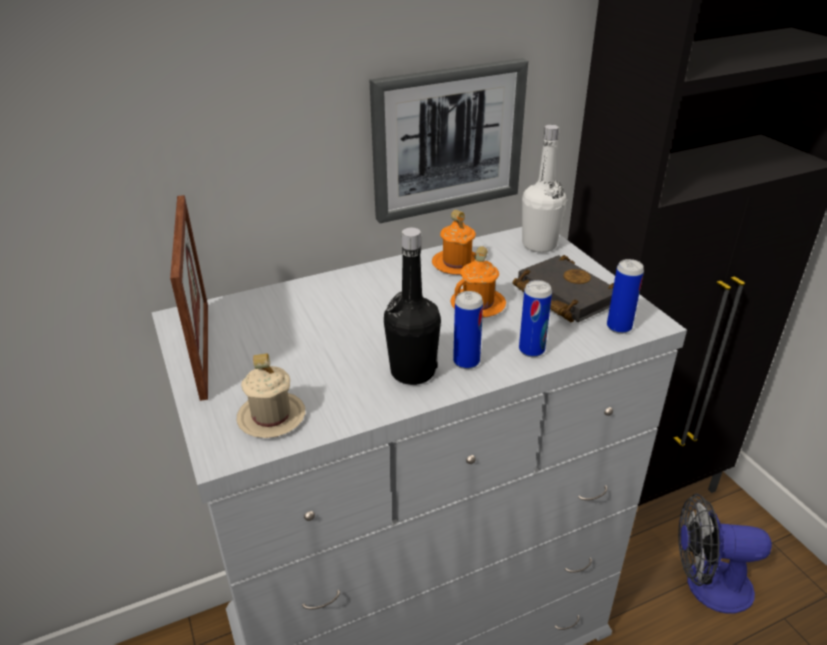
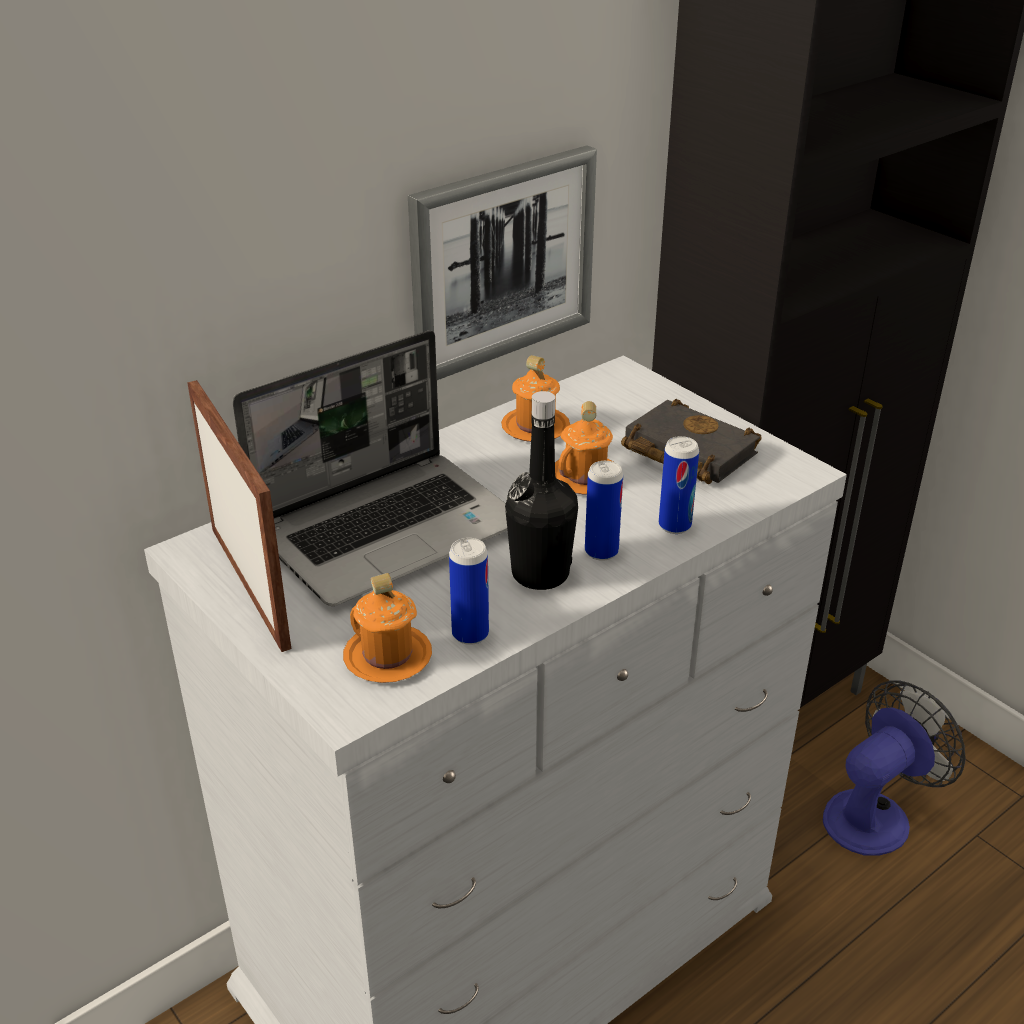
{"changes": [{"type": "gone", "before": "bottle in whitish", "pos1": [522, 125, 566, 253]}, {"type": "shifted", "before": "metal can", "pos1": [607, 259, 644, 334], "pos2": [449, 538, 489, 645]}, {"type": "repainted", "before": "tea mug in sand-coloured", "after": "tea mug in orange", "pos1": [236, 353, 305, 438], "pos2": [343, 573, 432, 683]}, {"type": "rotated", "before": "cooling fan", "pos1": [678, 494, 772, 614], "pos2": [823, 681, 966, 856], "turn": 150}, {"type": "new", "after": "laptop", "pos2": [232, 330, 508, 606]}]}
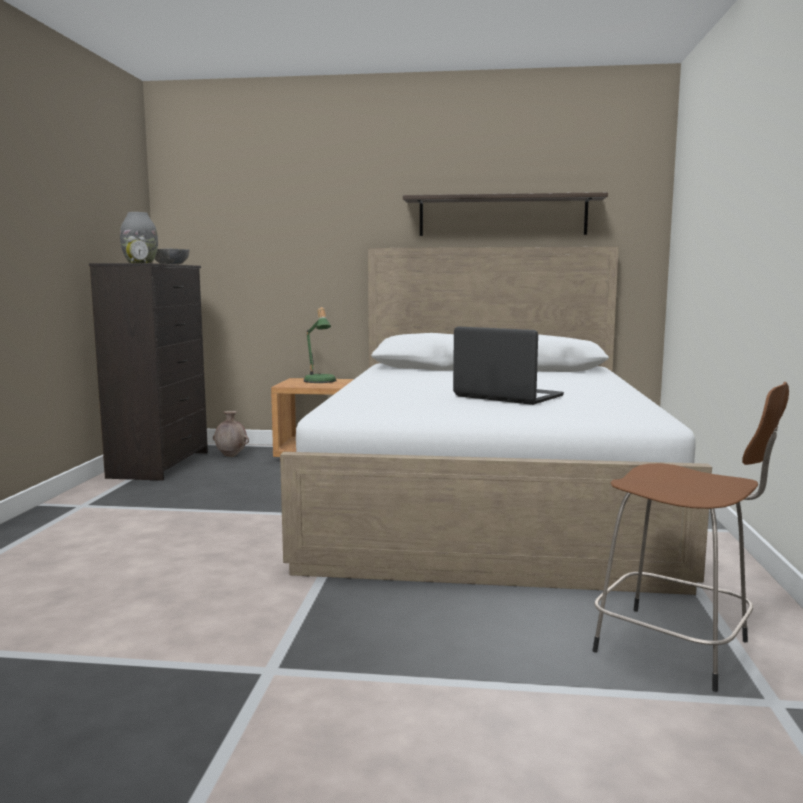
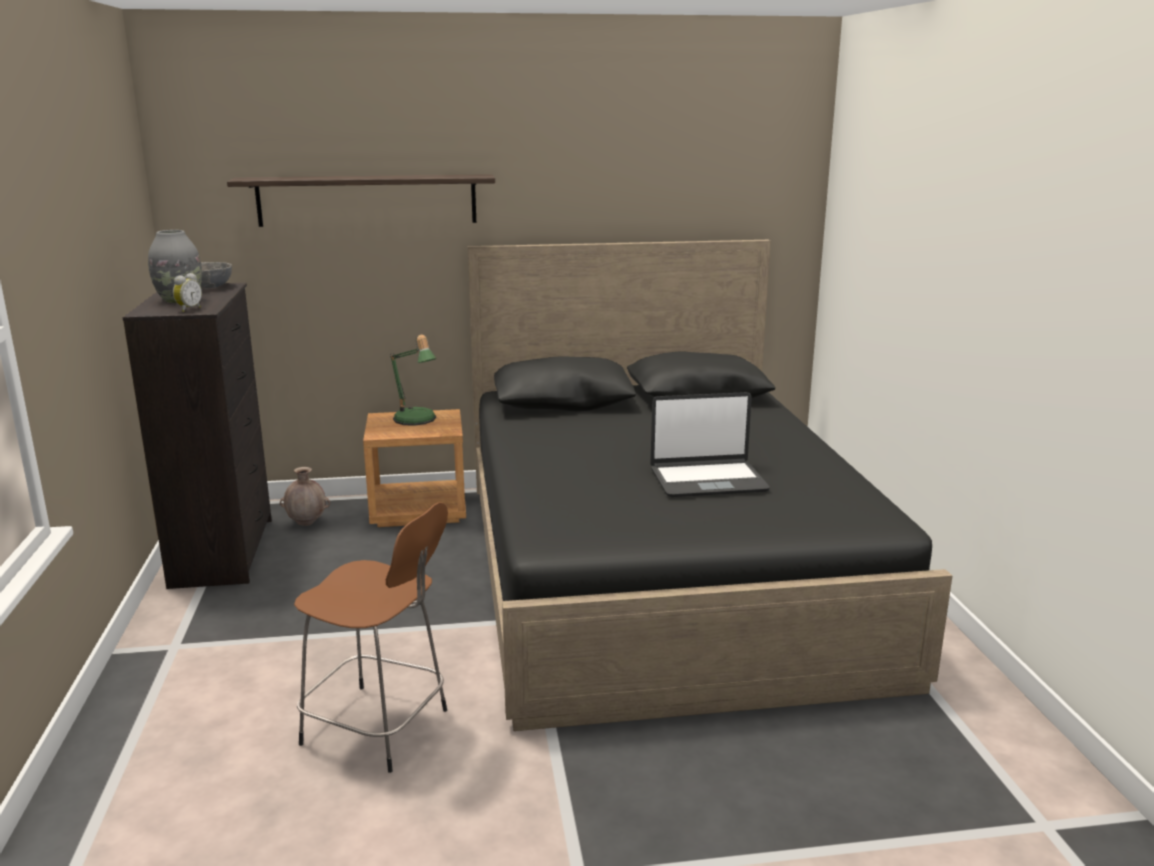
{"changes": [{"type": "shifted", "before": "bracket shelf", "pos1": [403, 192, 608, 236], "pos2": [227, 174, 495, 227]}, {"type": "repainted", "before": "sleeping bed in whitish", "after": "sleeping bed in blackish", "pos1": [280, 247, 712, 595], "pos2": [468, 240, 952, 731]}, {"type": "rotated", "before": "laptop", "pos1": [453, 326, 564, 405], "pos2": [650, 392, 770, 497], "turn": 150}, {"type": "shifted", "before": "sitting stool in brown-coloured", "pos1": [593, 382, 789, 692], "pos2": [294, 502, 448, 773]}]}
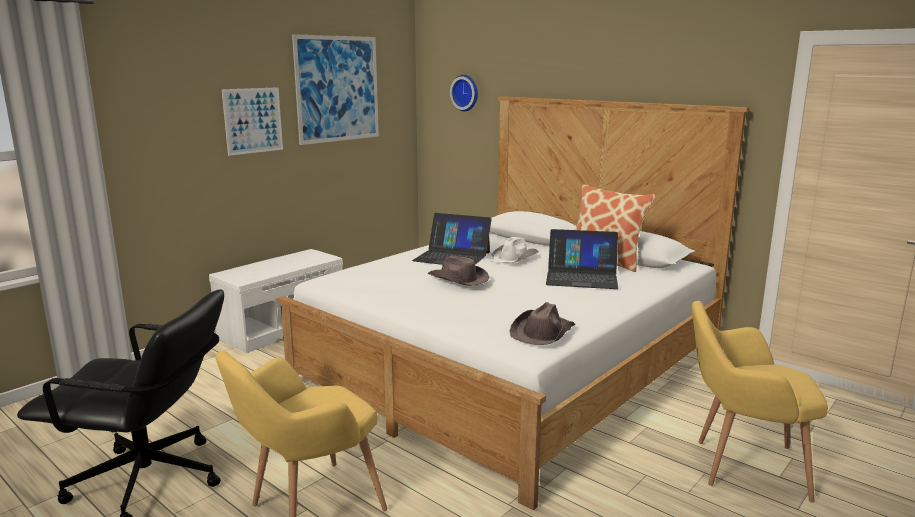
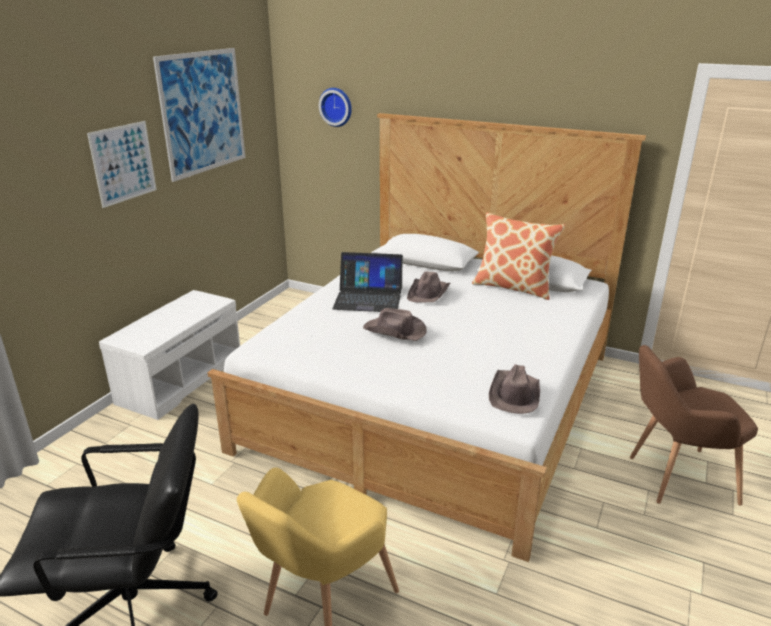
{"changes": [{"type": "gone", "before": "laptop", "pos1": [546, 229, 618, 289]}, {"type": "repainted", "before": "clothing hat in whitish", "after": "clothing hat in brown-coloured", "pos1": [489, 237, 539, 263], "pos2": [407, 272, 450, 303]}, {"type": "repainted", "before": "lounge chair in yellowish", "after": "lounge chair in brown-coloured", "pos1": [692, 301, 828, 503], "pos2": [630, 345, 758, 506]}]}
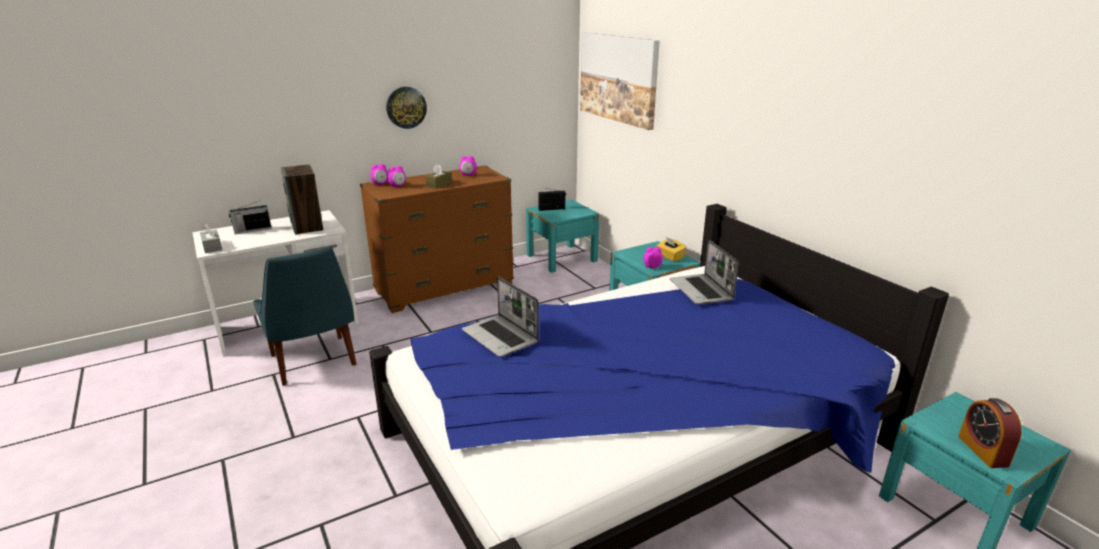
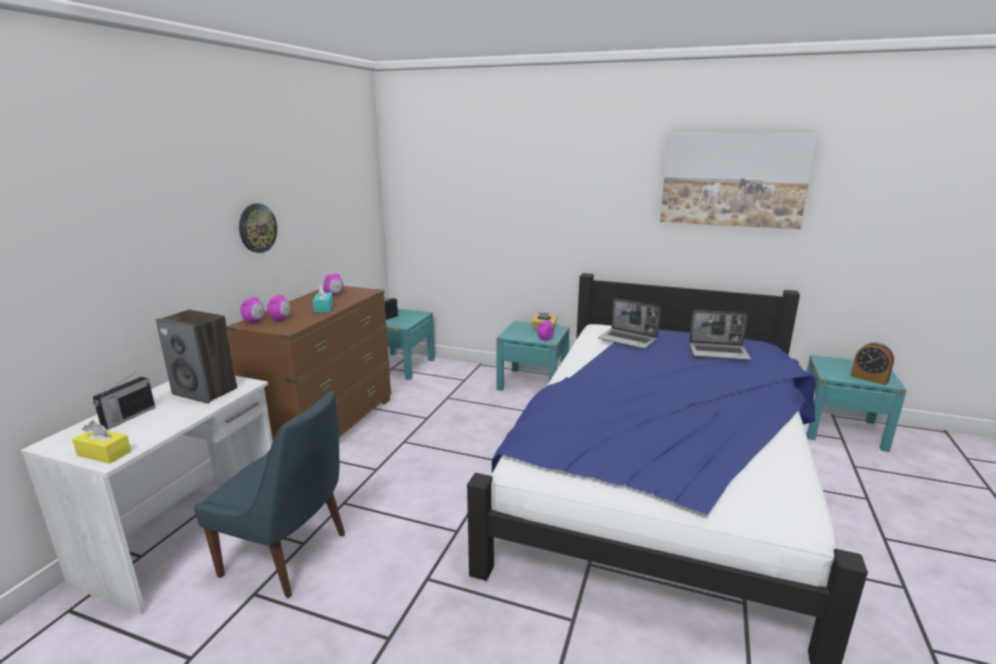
{"changes": [{"type": "shifted", "before": "wall art", "pos1": [580, 33, 660, 130], "pos2": [660, 133, 818, 229]}, {"type": "repainted", "before": "tissue box in brown-coloured", "after": "tissue box in blue-green", "pos1": [425, 164, 452, 189], "pos2": [313, 285, 333, 313]}, {"type": "repainted", "before": "tissue box in gray", "after": "tissue box in yellowish", "pos1": [200, 224, 222, 253], "pos2": [72, 421, 131, 464]}, {"type": "shifted", "before": "laptop", "pos1": [462, 277, 539, 357], "pos2": [689, 310, 751, 360]}]}
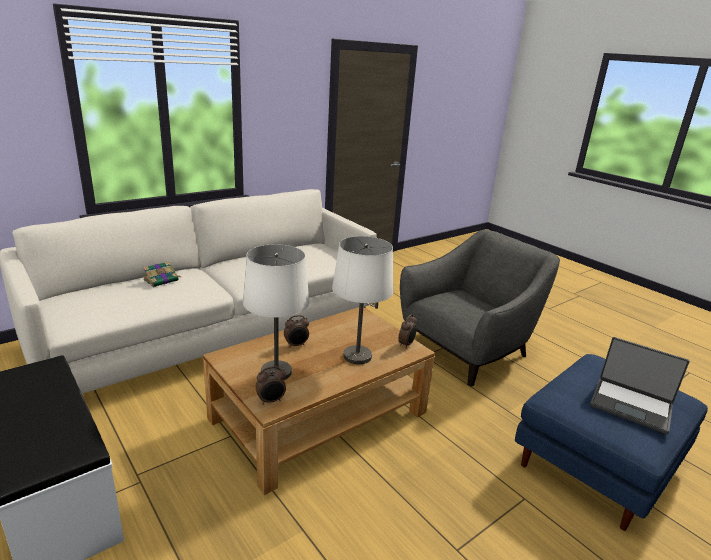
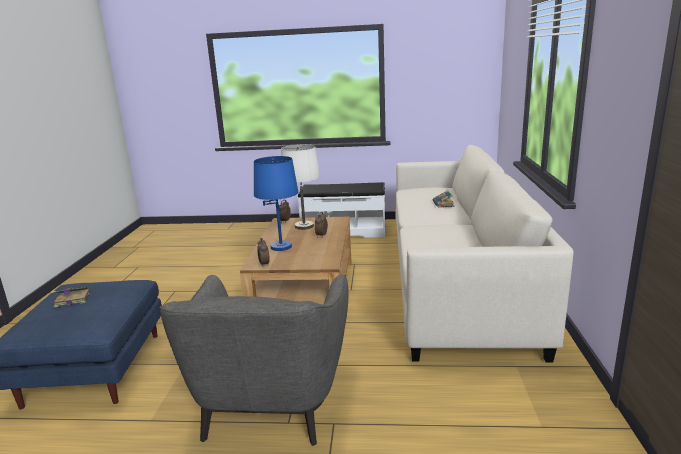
{"changes": [{"type": "repainted", "before": "tabletop lamp in whitish", "after": "tabletop lamp in blue", "pos1": [332, 236, 393, 364], "pos2": [254, 156, 298, 251]}, {"type": "swapped", "before": "laptop", "after": "volume", "pos1": [590, 337, 689, 434], "pos2": [51, 287, 90, 307]}]}
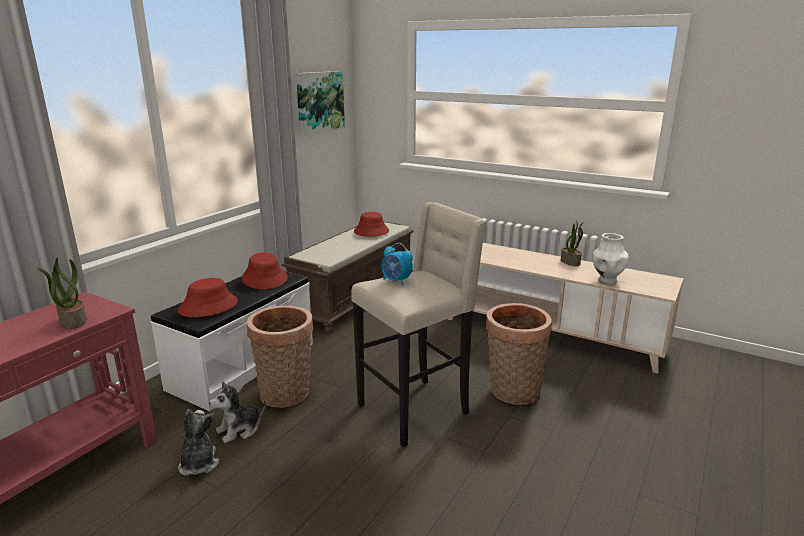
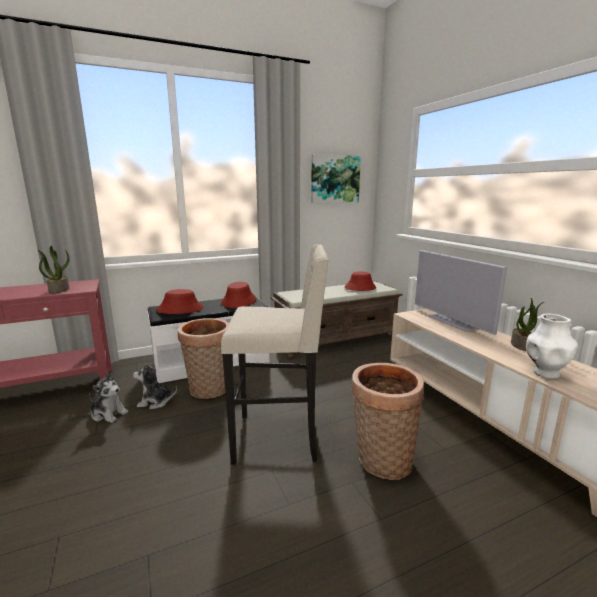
{"changes": [{"type": "gone", "before": "bedside clock", "pos1": [381, 243, 413, 285]}, {"type": "rotated", "before": "soft toy", "pos1": [178, 409, 219, 476], "pos2": [89, 372, 128, 423], "turn": 90}, {"type": "new", "after": "TV", "pos2": [415, 250, 507, 335]}]}
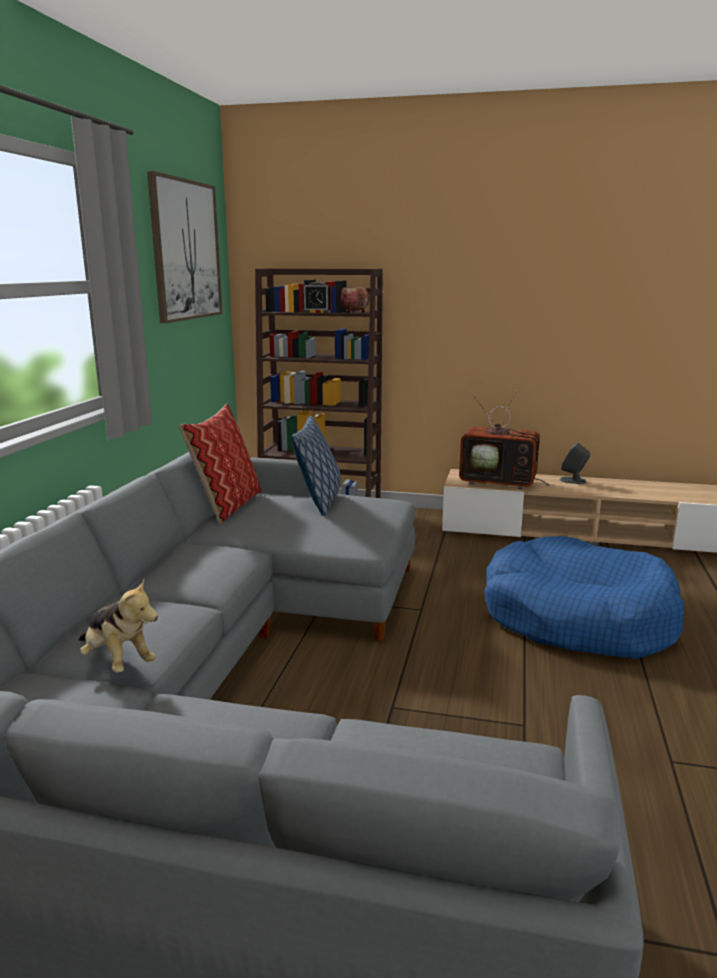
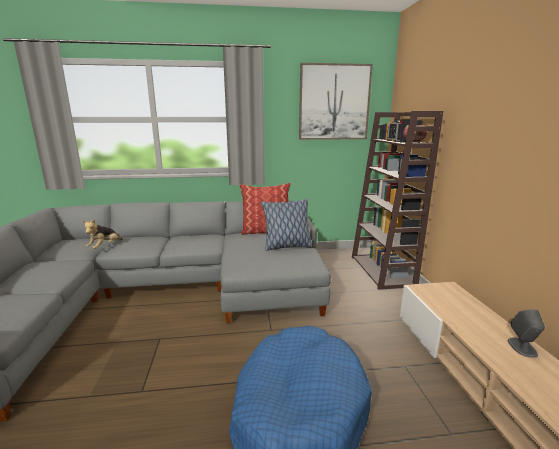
{"changes": [{"type": "gone", "before": "TV", "pos1": [459, 387, 550, 489]}]}
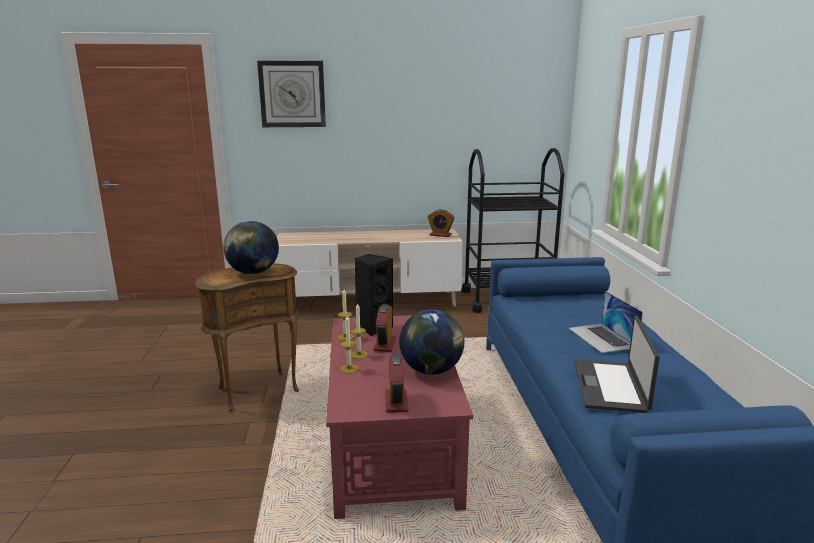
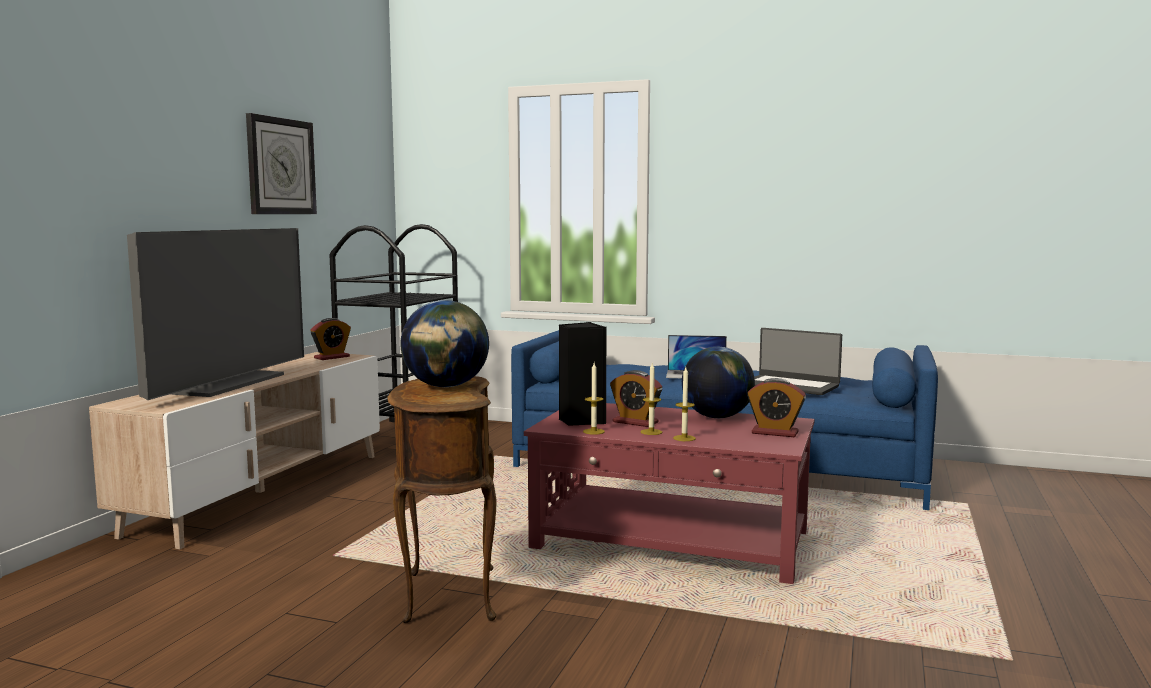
{"changes": [{"type": "shifted", "before": "clock on the wall", "pos1": [257, 61, 326, 127], "pos2": [246, 113, 317, 214]}, {"type": "new", "after": "TV", "pos2": [127, 228, 304, 400]}]}
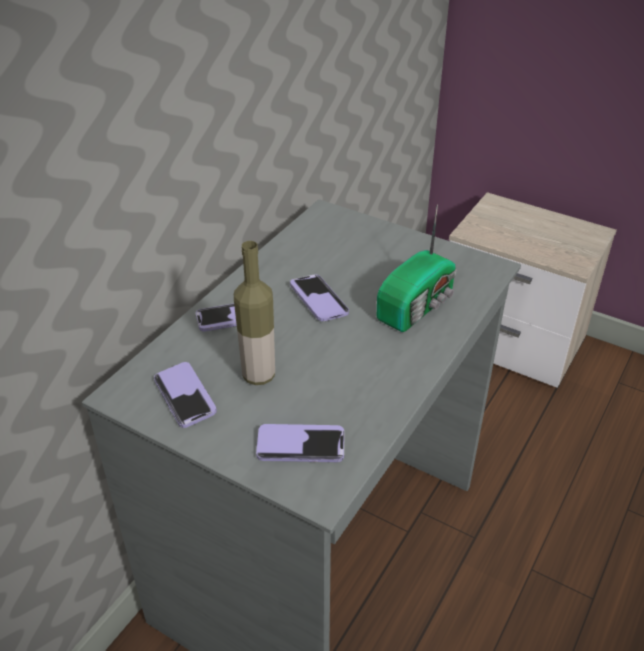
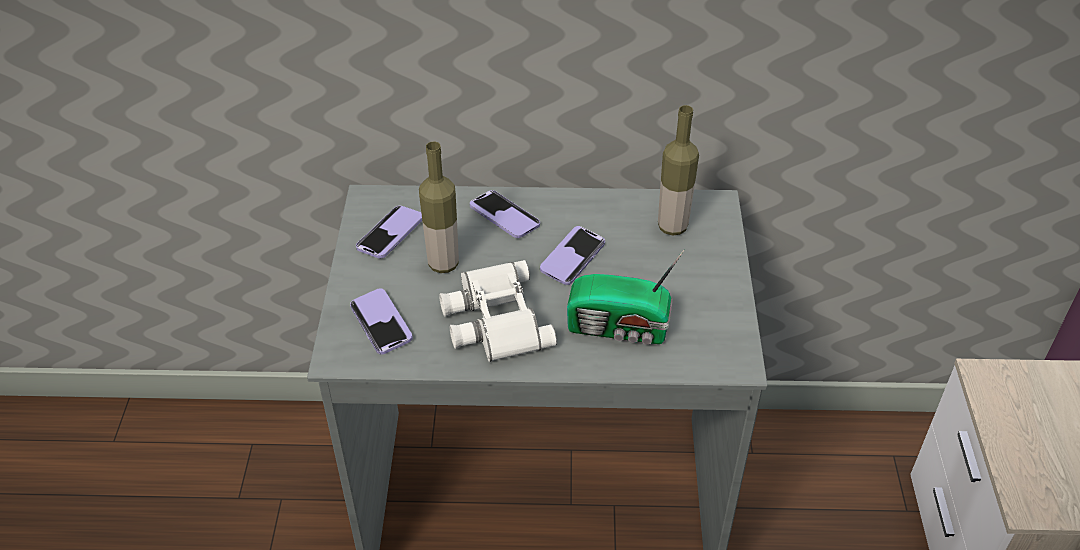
{"changes": [{"type": "new", "after": "bottle", "pos2": [658, 105, 699, 235]}, {"type": "new", "after": "field glasses in whitish", "pos2": [439, 260, 557, 362]}]}
